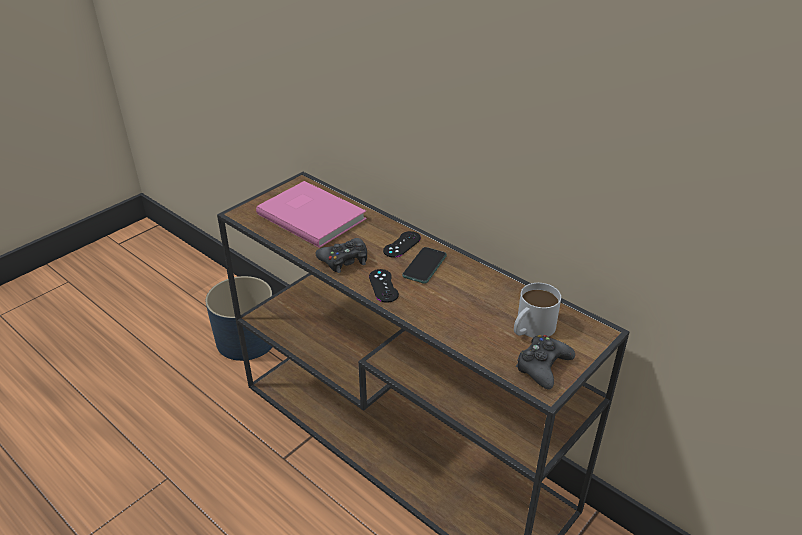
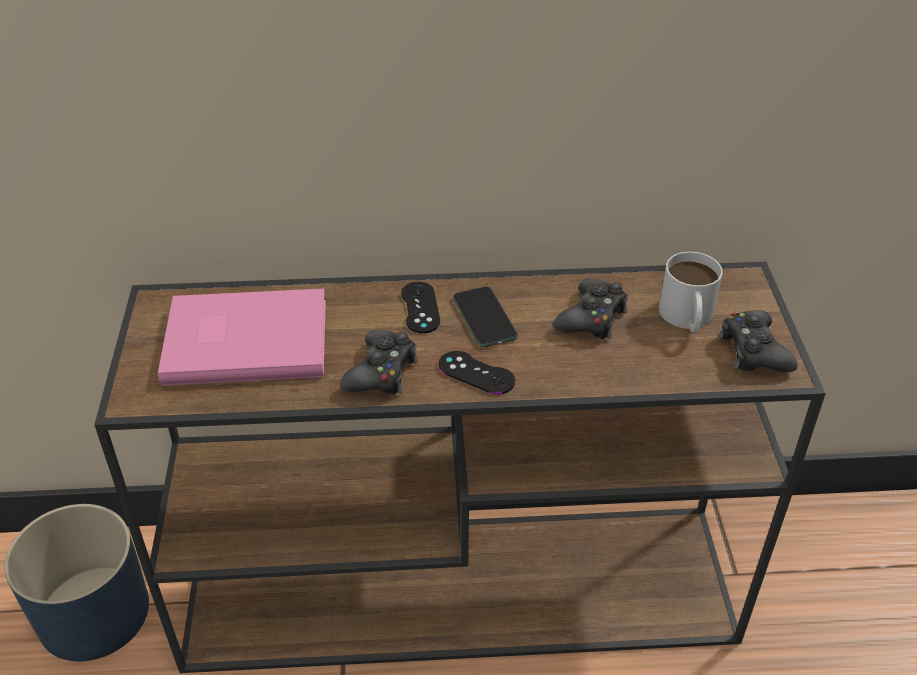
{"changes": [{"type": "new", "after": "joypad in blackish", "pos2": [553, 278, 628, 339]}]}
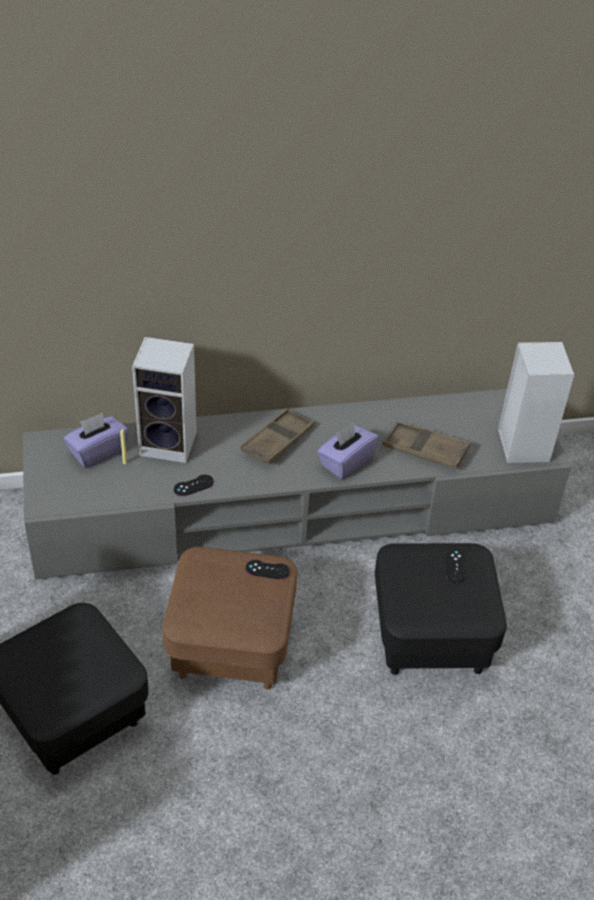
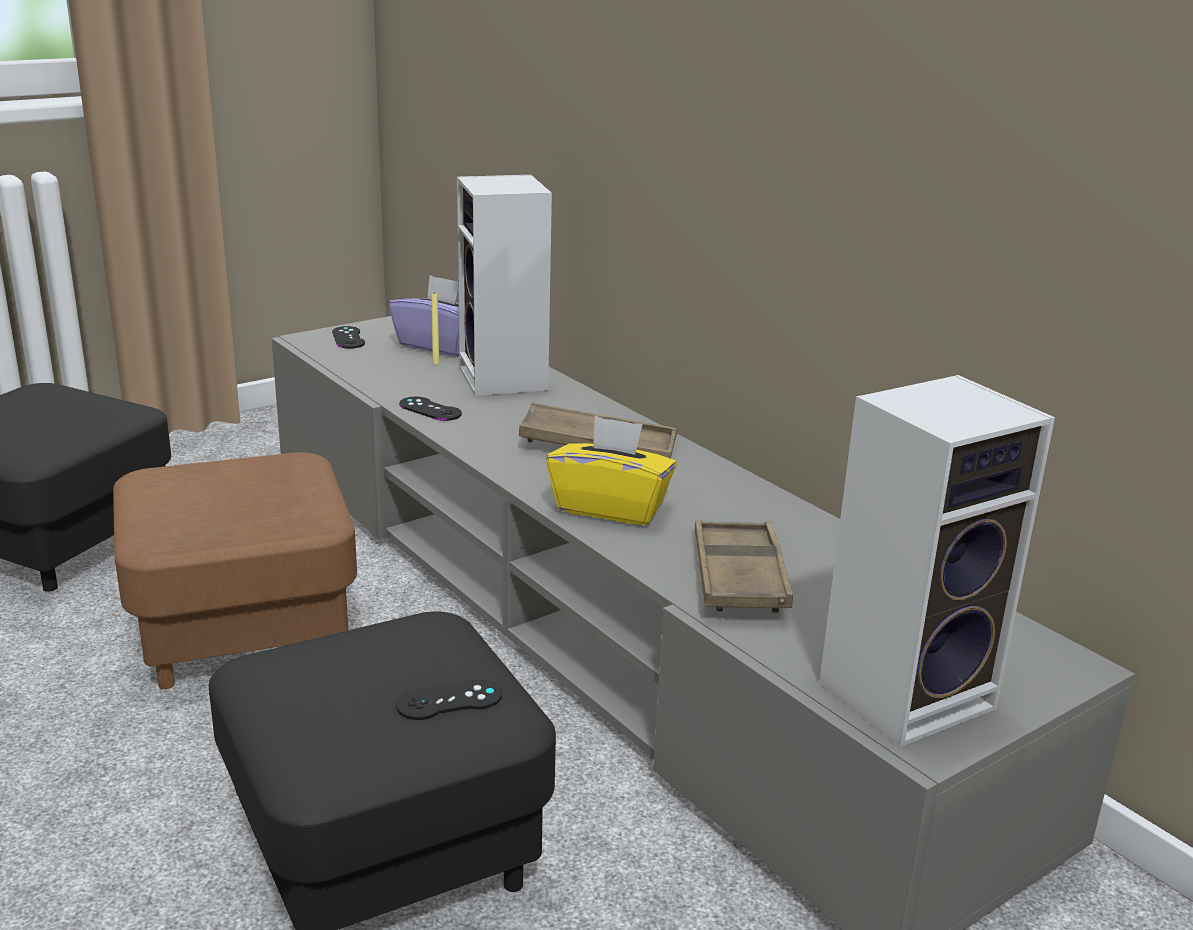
{"changes": [{"type": "repainted", "before": "tissue box in purple-coloured", "after": "tissue box in yellowish", "pos1": [317, 422, 379, 479], "pos2": [546, 416, 677, 525]}, {"type": "shifted", "before": "joypad in blackish", "pos1": [246, 560, 290, 579], "pos2": [332, 326, 365, 349]}]}
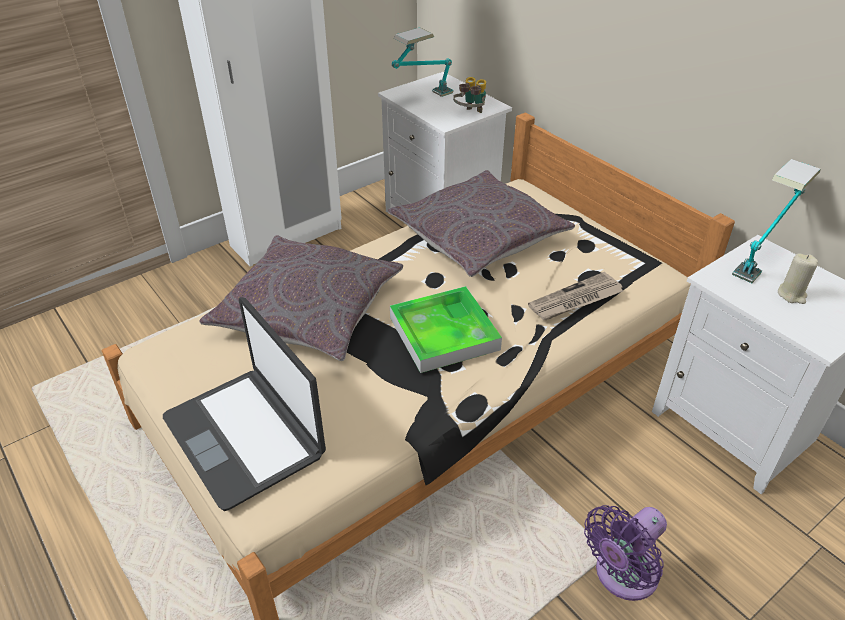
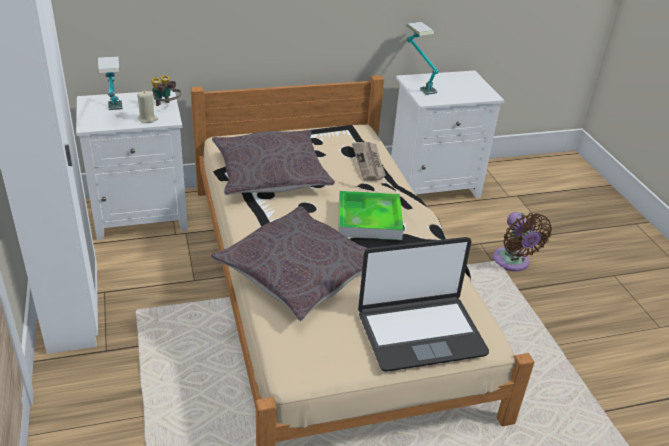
{"changes": [{"type": "shifted", "before": "wax candle in sand-coloured", "pos1": [778, 254, 818, 304], "pos2": [137, 91, 158, 123]}, {"type": "repainted", "before": "cooling fan in purple-coloured", "after": "cooling fan in brown-coloured", "pos1": [584, 505, 667, 601], "pos2": [493, 212, 552, 271]}]}
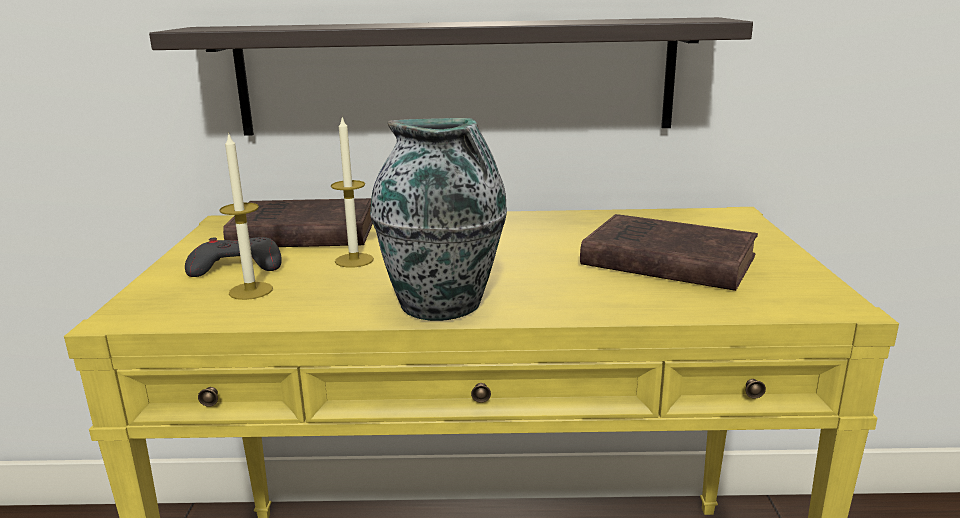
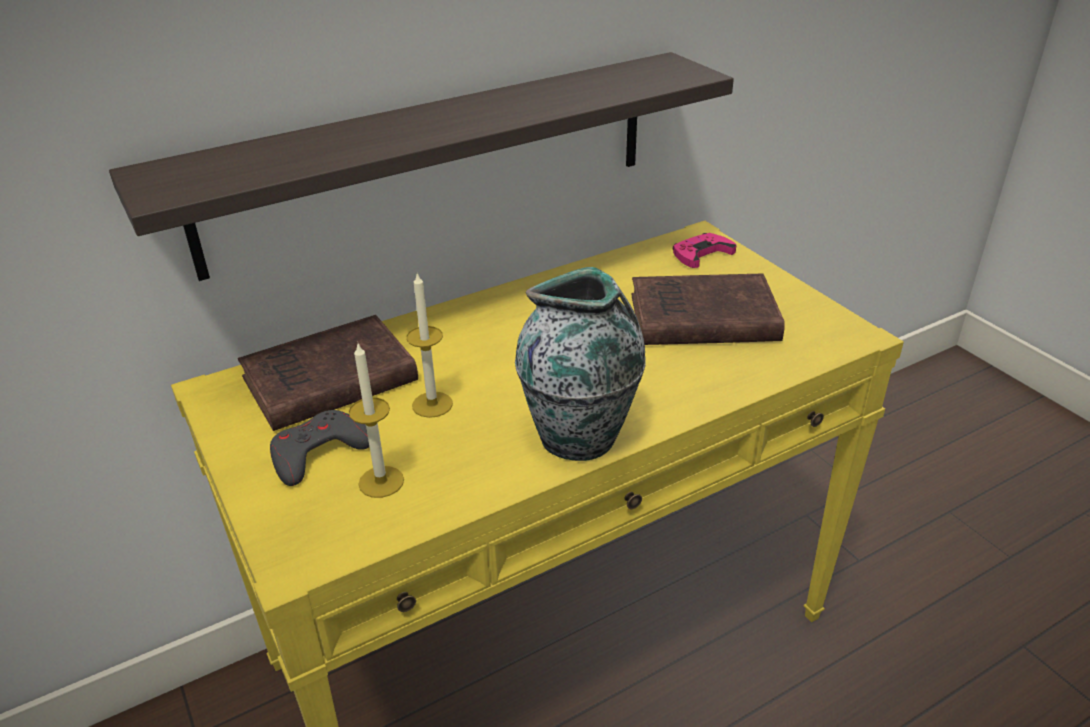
{"changes": [{"type": "new", "after": "joypad in pinkish", "pos2": [672, 233, 737, 268]}]}
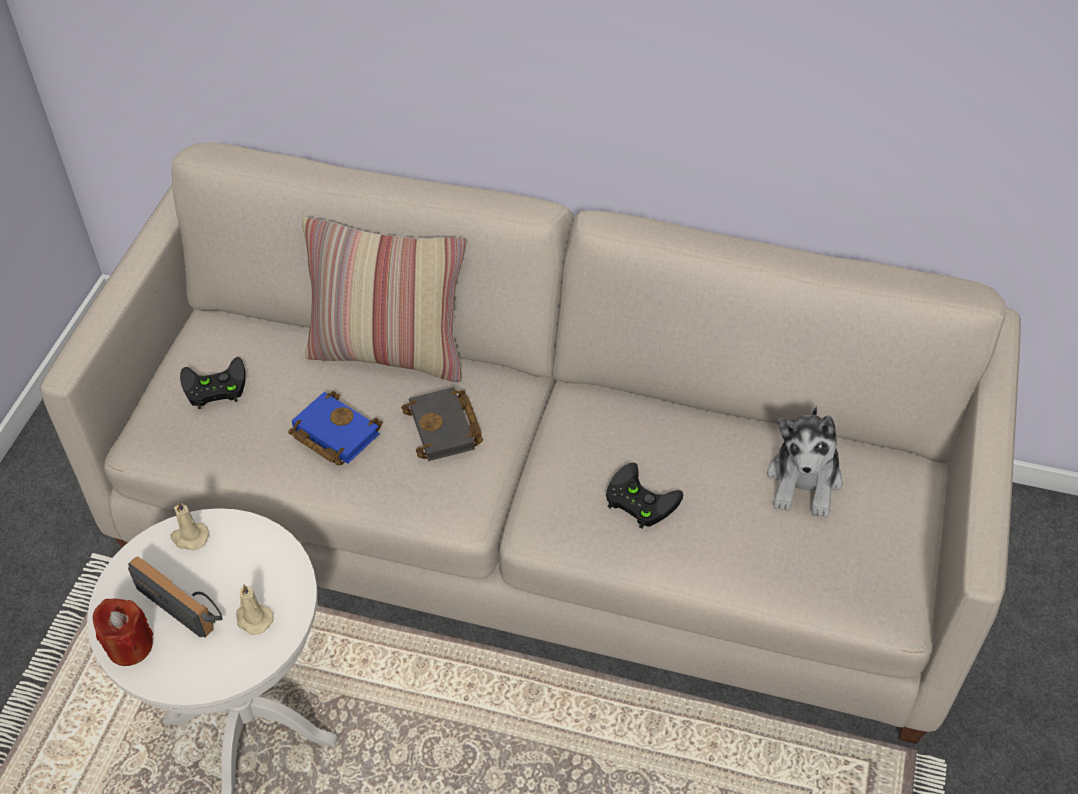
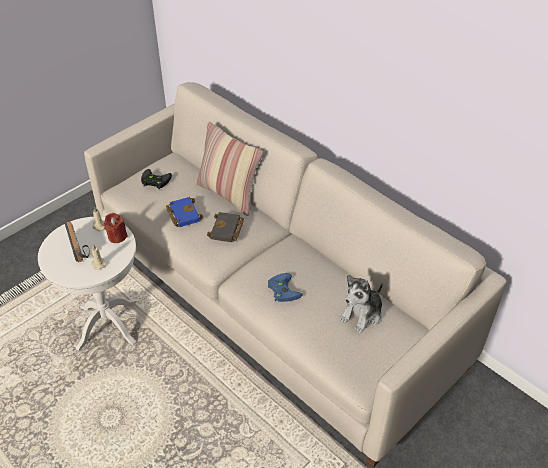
{"changes": [{"type": "repainted", "before": "joypad in blackish", "after": "joypad in blue", "pos1": [606, 462, 683, 528], "pos2": [268, 273, 302, 302]}, {"type": "shifted", "before": "wax candle in reddish", "pos1": [93, 598, 153, 666], "pos2": [104, 213, 127, 243]}]}
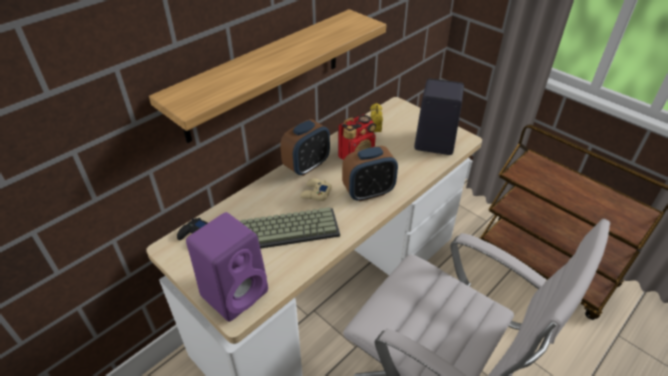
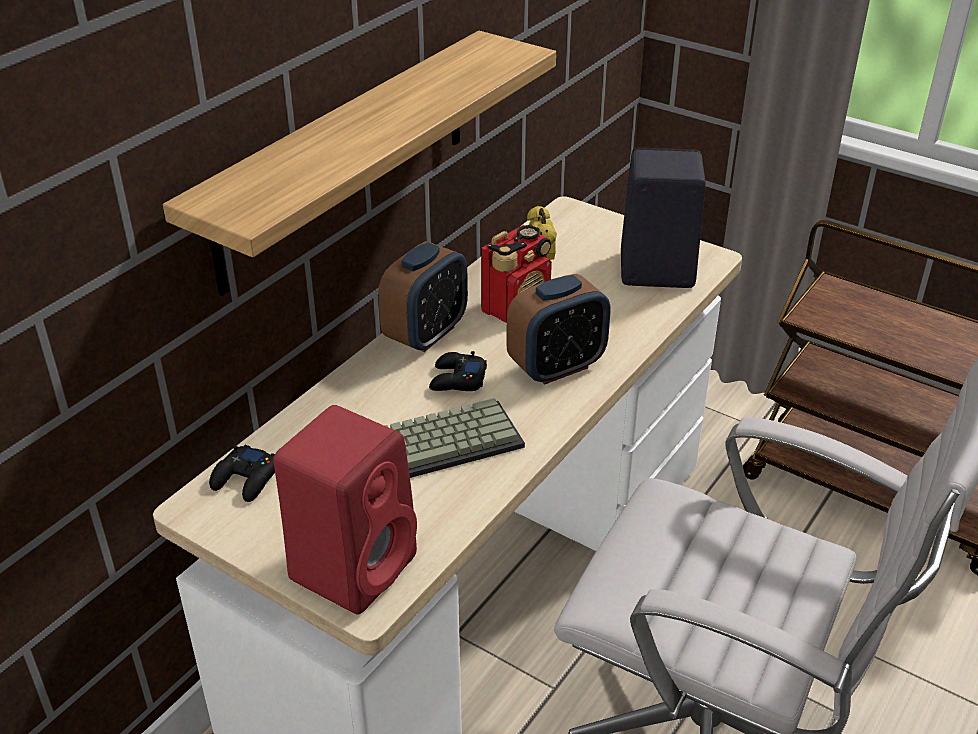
{"changes": [{"type": "repainted", "before": "joypad in sand-coloured", "after": "joypad in blackish", "pos1": [300, 179, 332, 201], "pos2": [429, 351, 487, 391]}, {"type": "repainted", "before": "audio speaker in purple-coloured", "after": "audio speaker in reddish", "pos1": [186, 212, 268, 322], "pos2": [273, 405, 417, 615]}]}
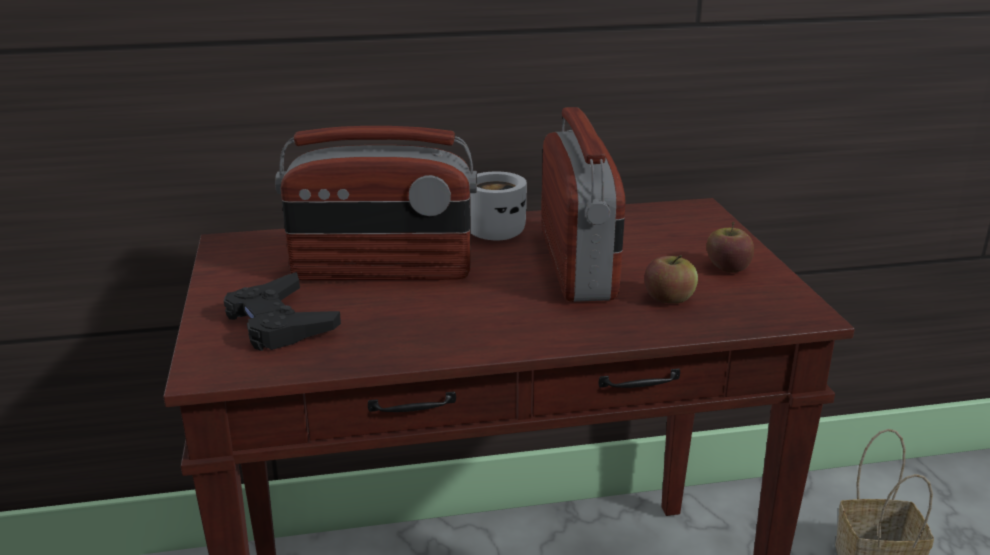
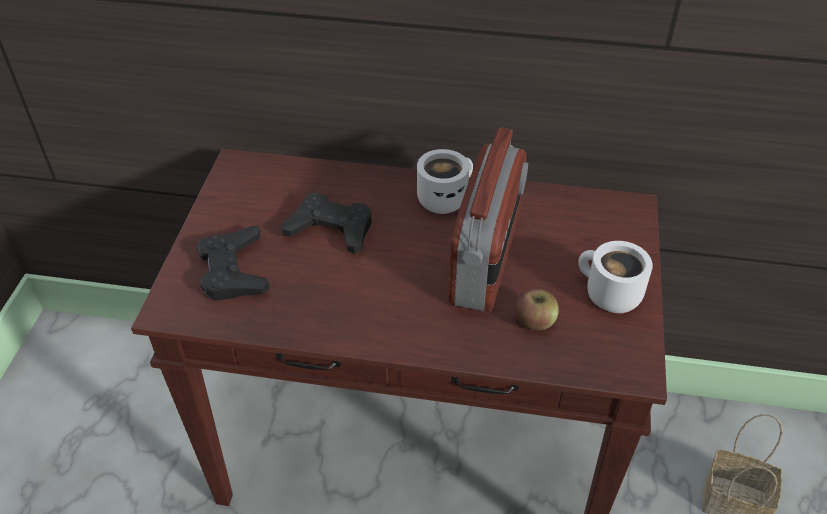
{"changes": [{"type": "swapped", "before": "radio receiver", "after": "joypad in blackish", "pos1": [275, 126, 477, 280], "pos2": [281, 193, 372, 254]}, {"type": "swapped", "before": "apple", "after": "tea mug in whitish", "pos1": [707, 222, 754, 273], "pos2": [579, 241, 653, 313]}]}
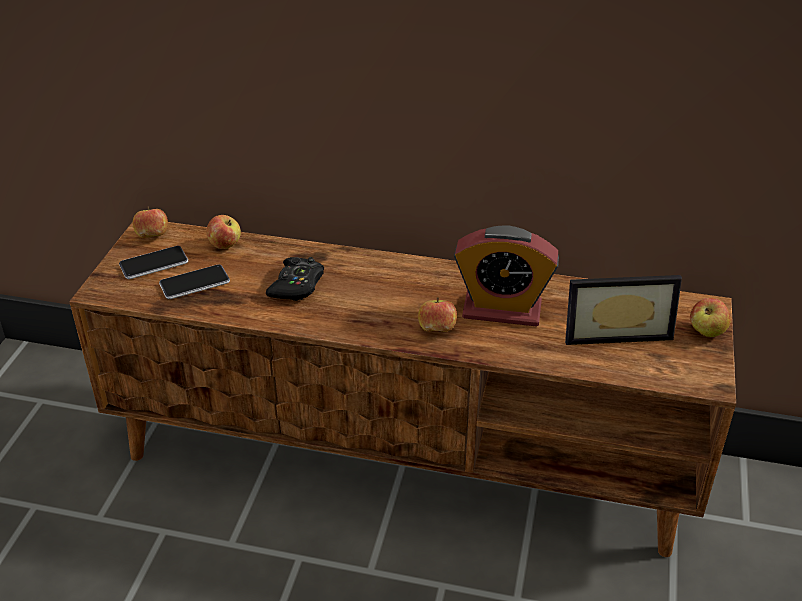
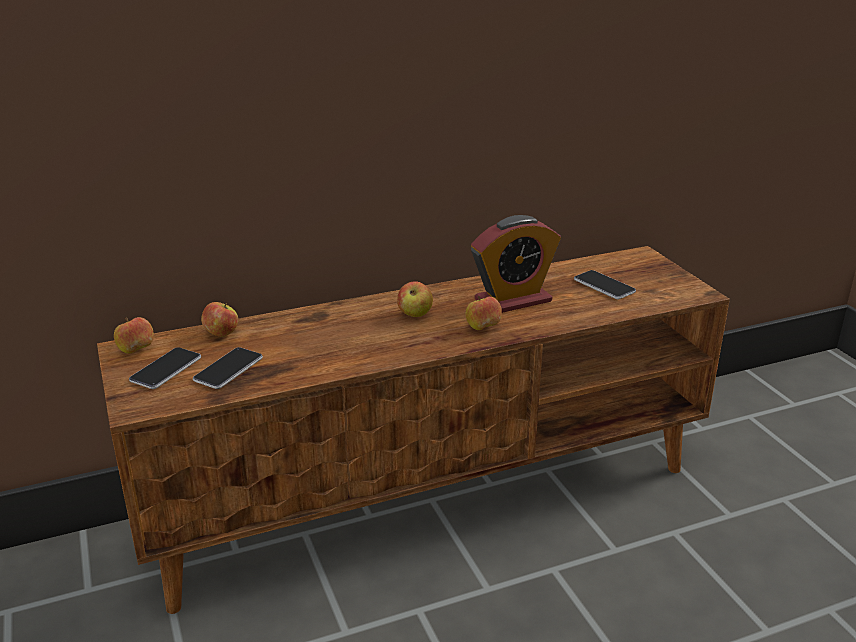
{"changes": [{"type": "gone", "before": "joypad in blackish", "pos1": [266, 257, 324, 301]}, {"type": "swapped", "before": "photo frame", "after": "telephone", "pos1": [565, 275, 682, 345], "pos2": [574, 270, 636, 299]}, {"type": "shifted", "before": "apple", "pos1": [690, 298, 731, 337], "pos2": [397, 281, 433, 317]}]}
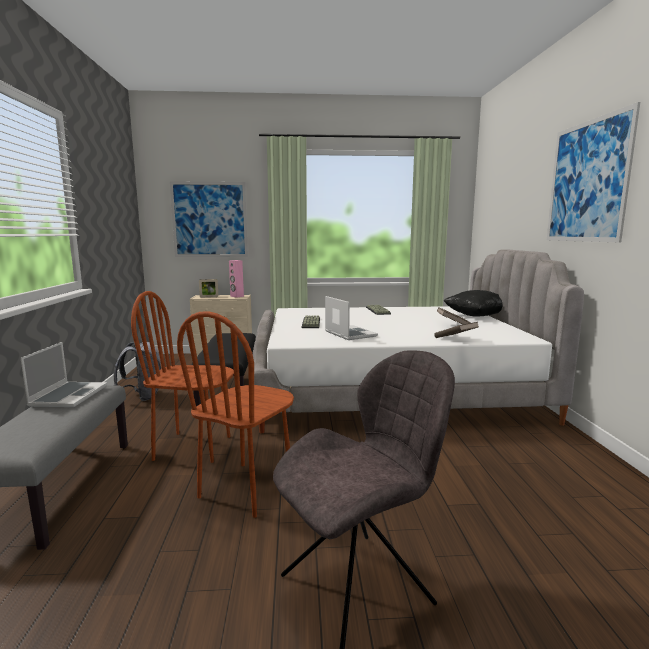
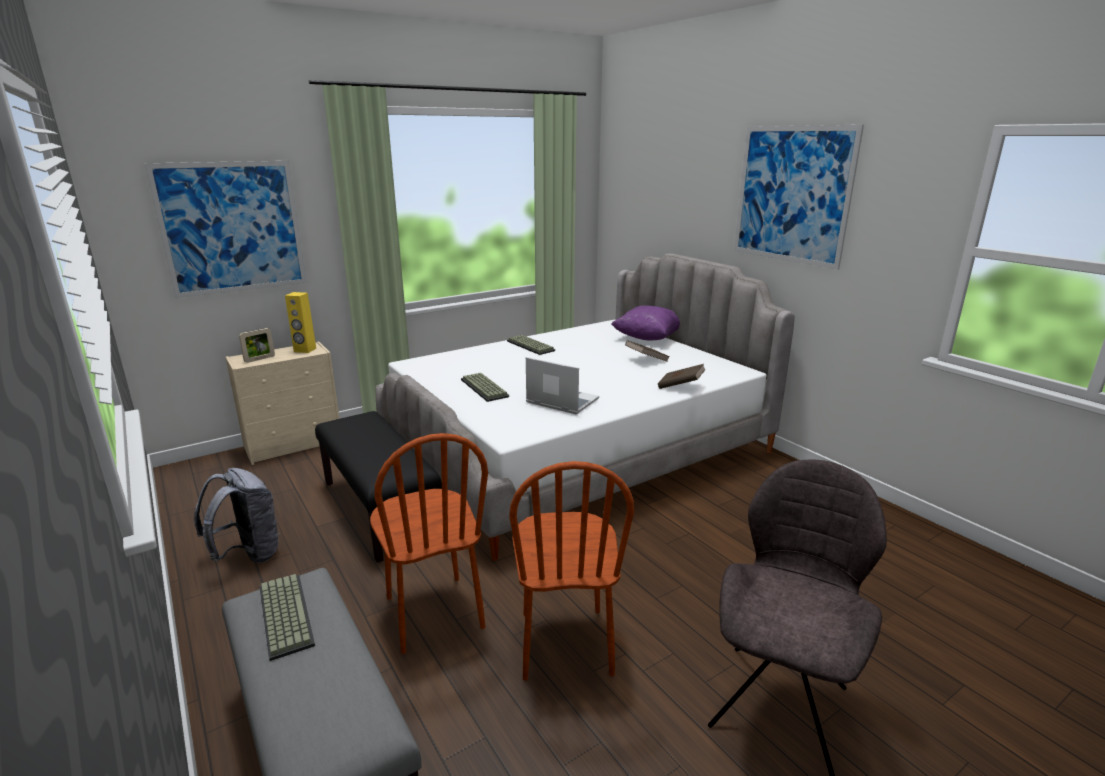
{"changes": [{"type": "repainted", "before": "audio speaker in pinkish", "after": "audio speaker in yellowish", "pos1": [229, 260, 244, 298], "pos2": [285, 292, 316, 353]}, {"type": "repainted", "before": "pillow in blackish", "after": "pillow in purple-coloured", "pos1": [444, 290, 502, 317], "pos2": [611, 305, 680, 340]}, {"type": "rotated", "before": "chair in brown-coloured", "pos1": [131, 291, 234, 463], "pos2": [370, 433, 488, 654], "turn": -90}, {"type": "swapped", "before": "laptop", "after": "computer keyboard", "pos1": [21, 342, 107, 407], "pos2": [260, 574, 315, 661]}]}
